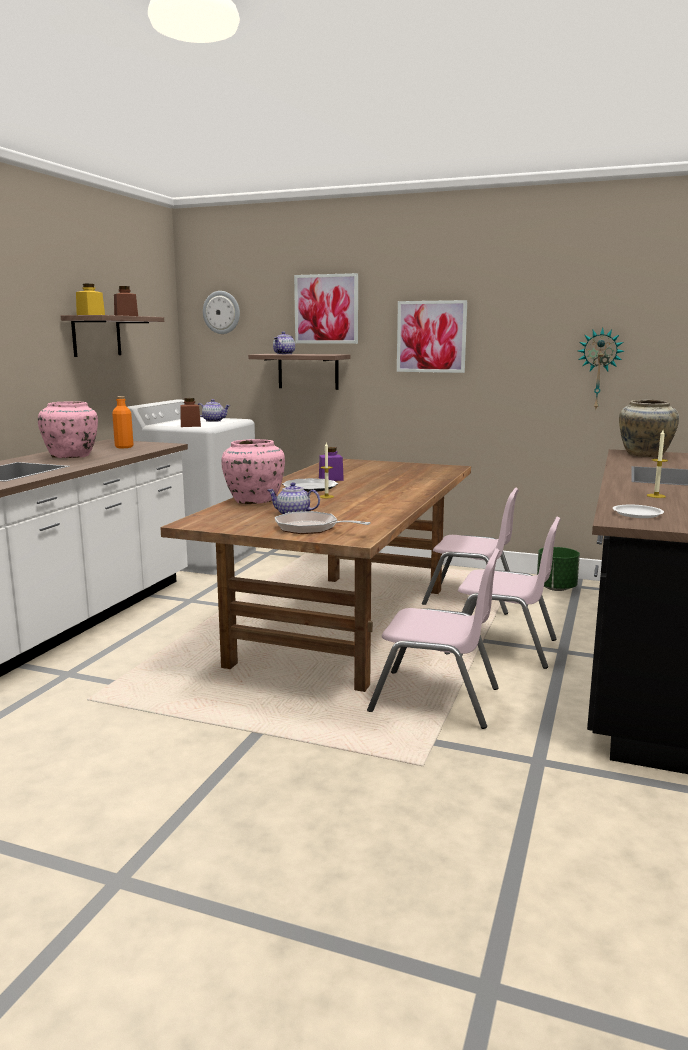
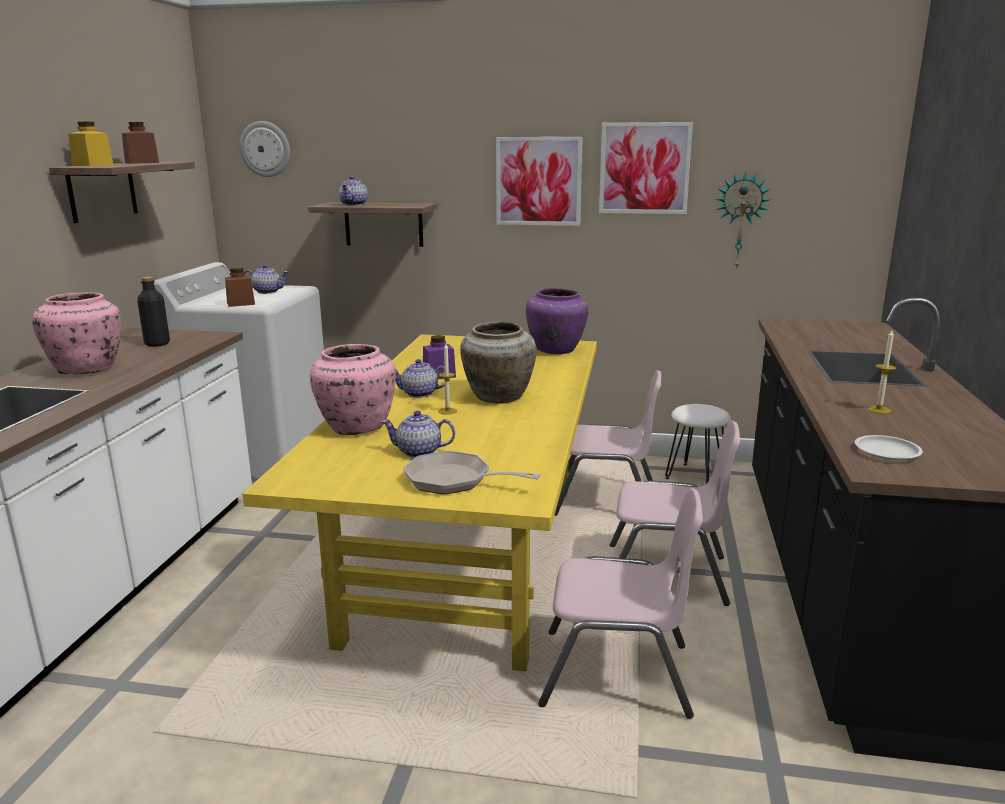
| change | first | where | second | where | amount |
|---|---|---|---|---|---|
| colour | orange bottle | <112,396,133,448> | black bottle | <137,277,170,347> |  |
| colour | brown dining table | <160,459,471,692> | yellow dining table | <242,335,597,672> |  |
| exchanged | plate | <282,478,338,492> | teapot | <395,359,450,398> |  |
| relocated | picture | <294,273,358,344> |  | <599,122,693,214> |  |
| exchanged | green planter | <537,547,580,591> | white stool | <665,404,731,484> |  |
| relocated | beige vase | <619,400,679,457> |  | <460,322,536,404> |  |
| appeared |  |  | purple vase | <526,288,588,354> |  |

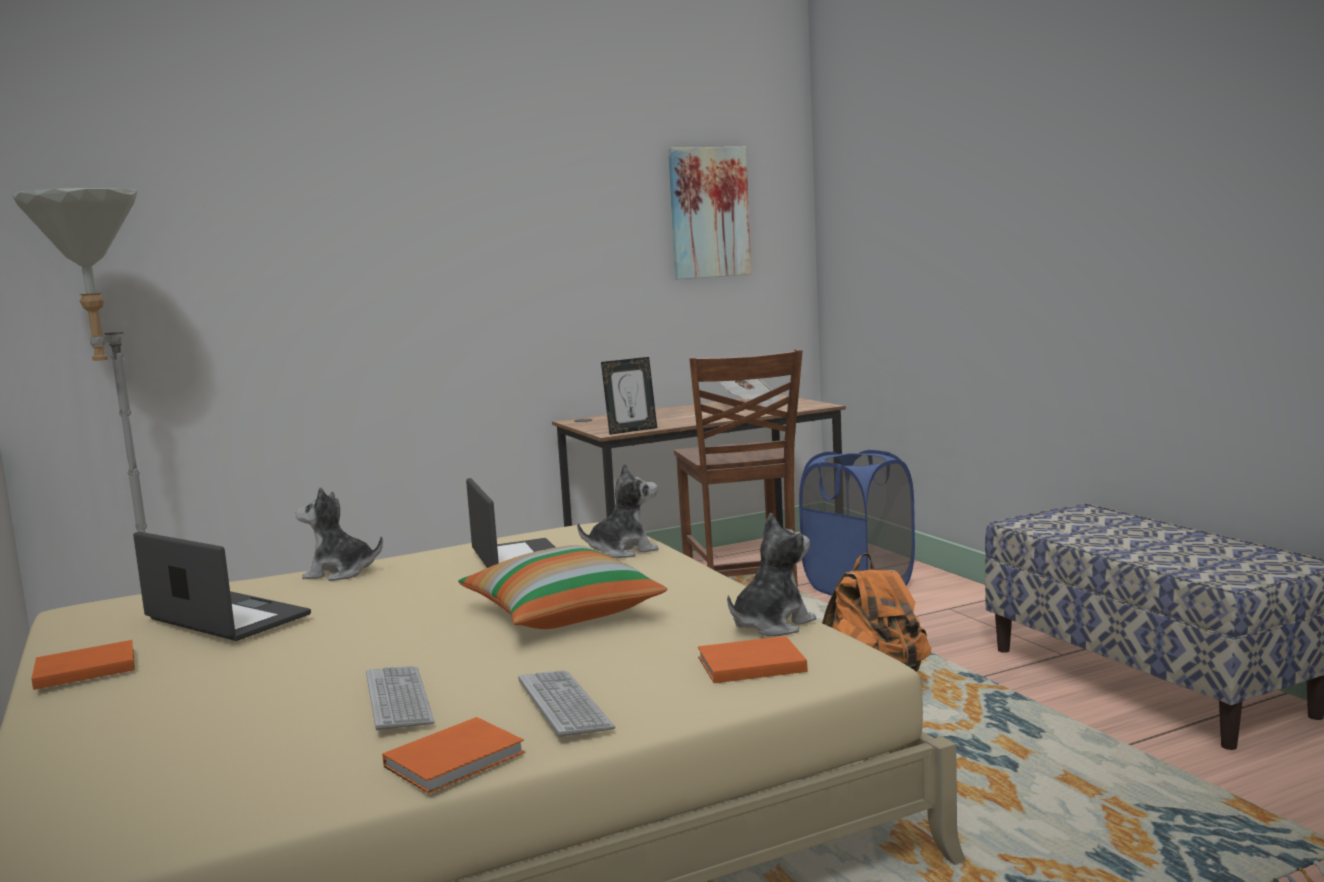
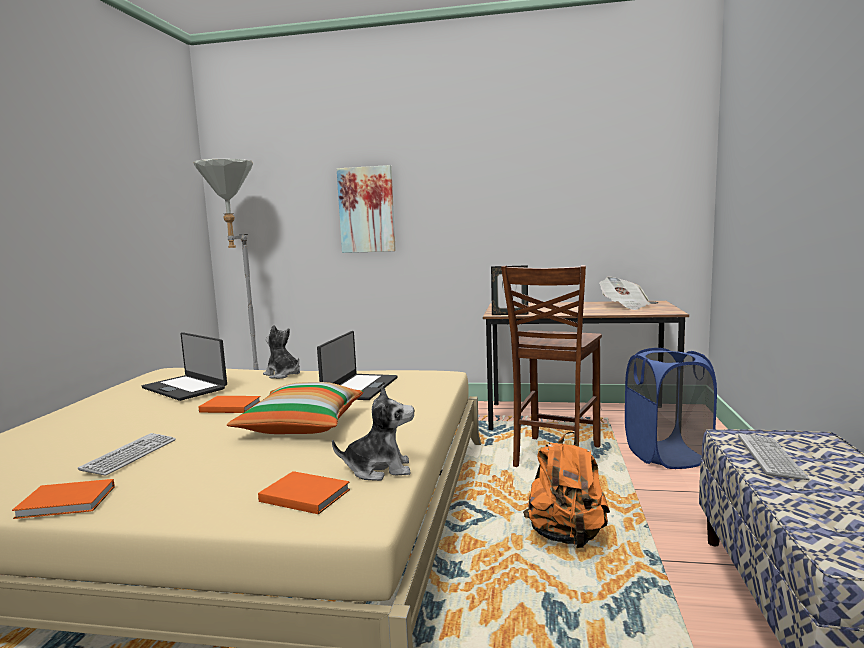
| change | first | where | second | where | amount |
|---|---|---|---|---|---|
| relocated | orange book | <31,640,135,690> |  | <199,396,260,413> |  |
| spun | laptop | <133,531,311,641> |  | <142,332,227,401> | 150 degrees clockwise |
| relocated | keyboard | <518,670,615,737> |  | <738,433,810,480> |  |
| missing | plush toy | <577,463,659,558> |  |  |  |
| relocated | picture | <668,147,751,279> |  | <337,165,396,253> |  |

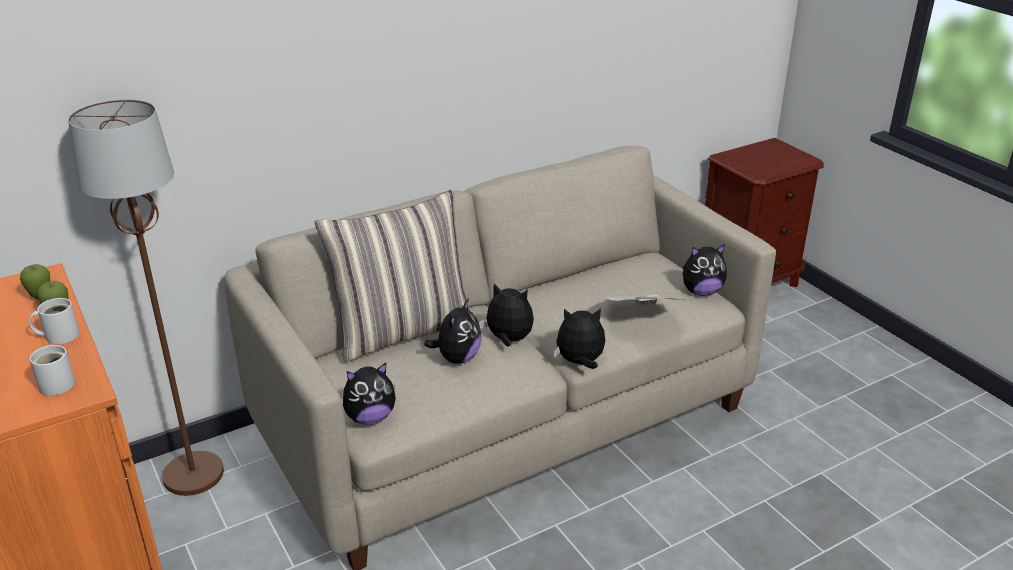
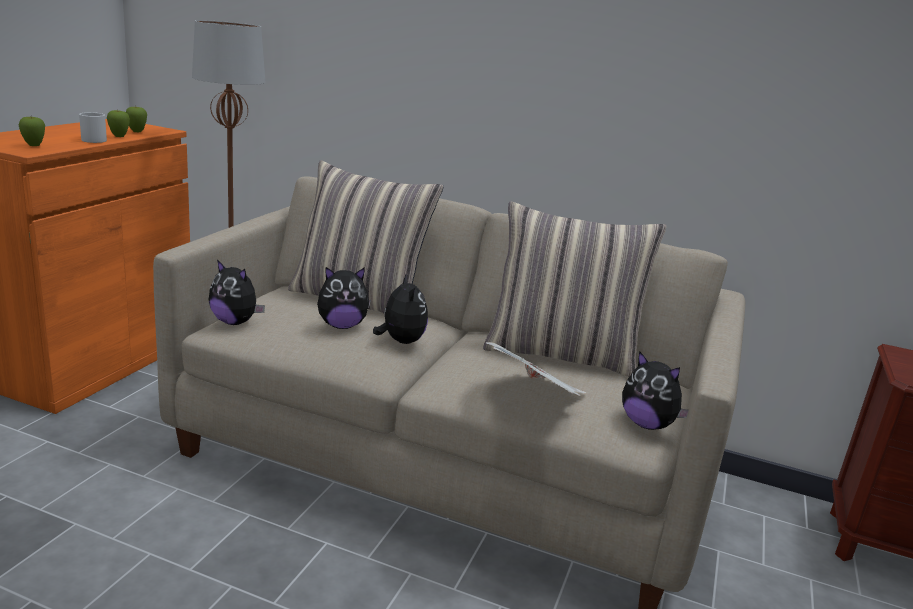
| change | first | where | second | where | amount |
|---|---|---|---|---|---|
| exchanged | white mug | <30,345,75,396> | apple | <19,117,45,146> |  |
| missing | plush toy | <553,308,605,369> |  |  |  |
| appeared |  |  | pillow | <483,201,667,377> |  |

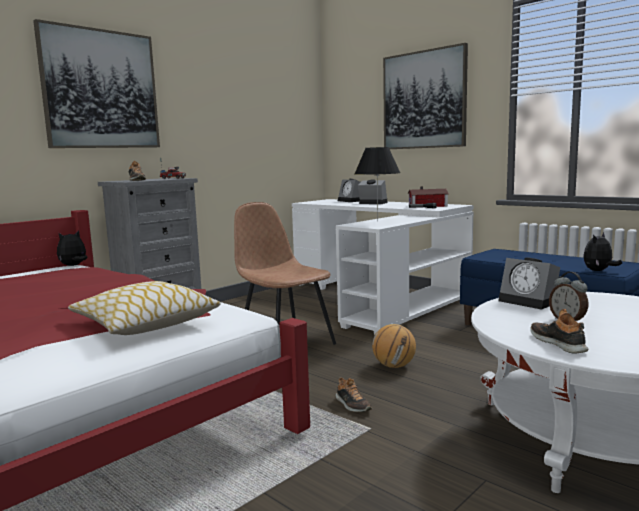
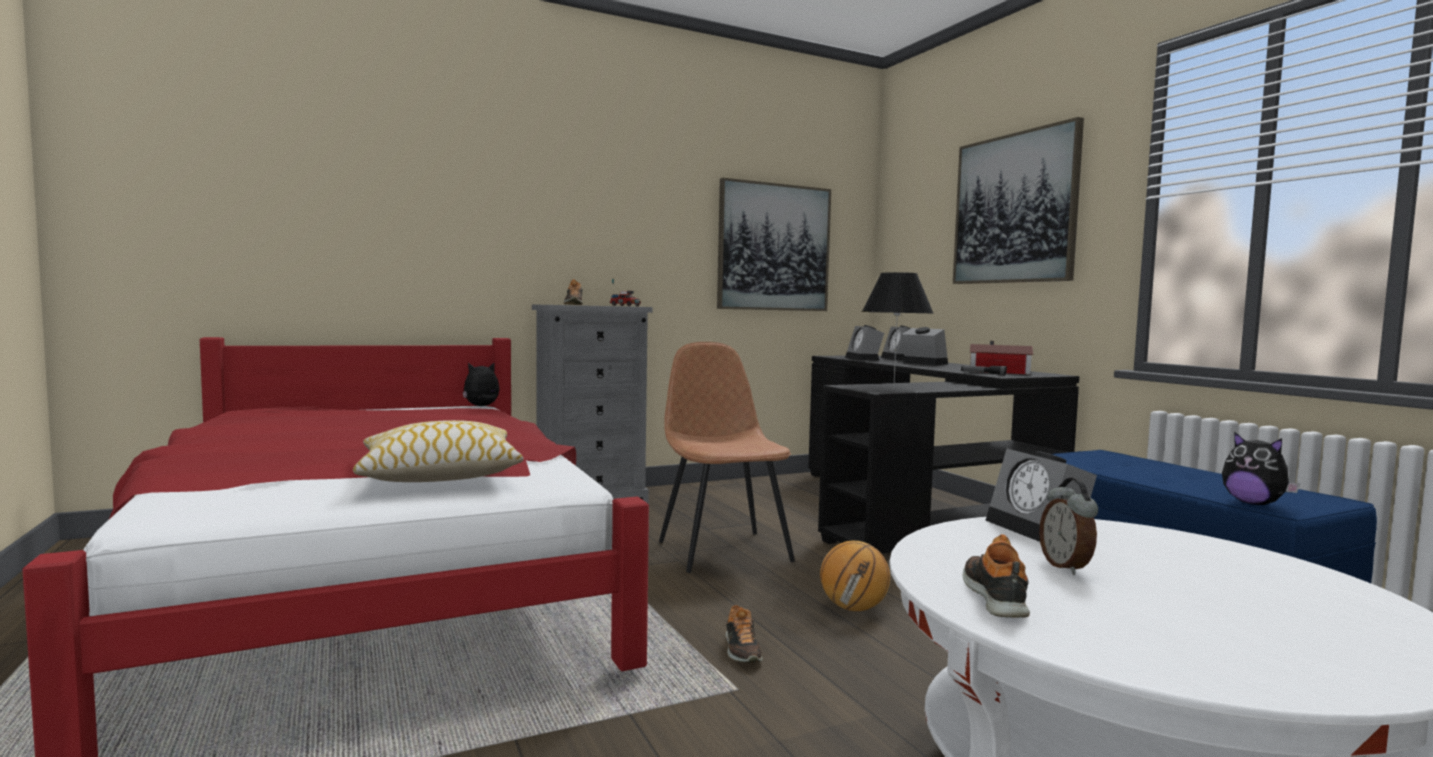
| change | first | where | second | where | amount |
|---|---|---|---|---|---|
| relocated | picture | <33,19,160,148> |  | <717,178,831,311> |  |
| colour | white desk | <292,199,474,336> | black desk | <808,355,1079,554> |  |
| spun | plush toy | <583,232,622,271> |  | <1222,432,1300,505> | 105 degrees counterclockwise |
| appeared |  |  | alarm clock | <845,325,884,360> |  |

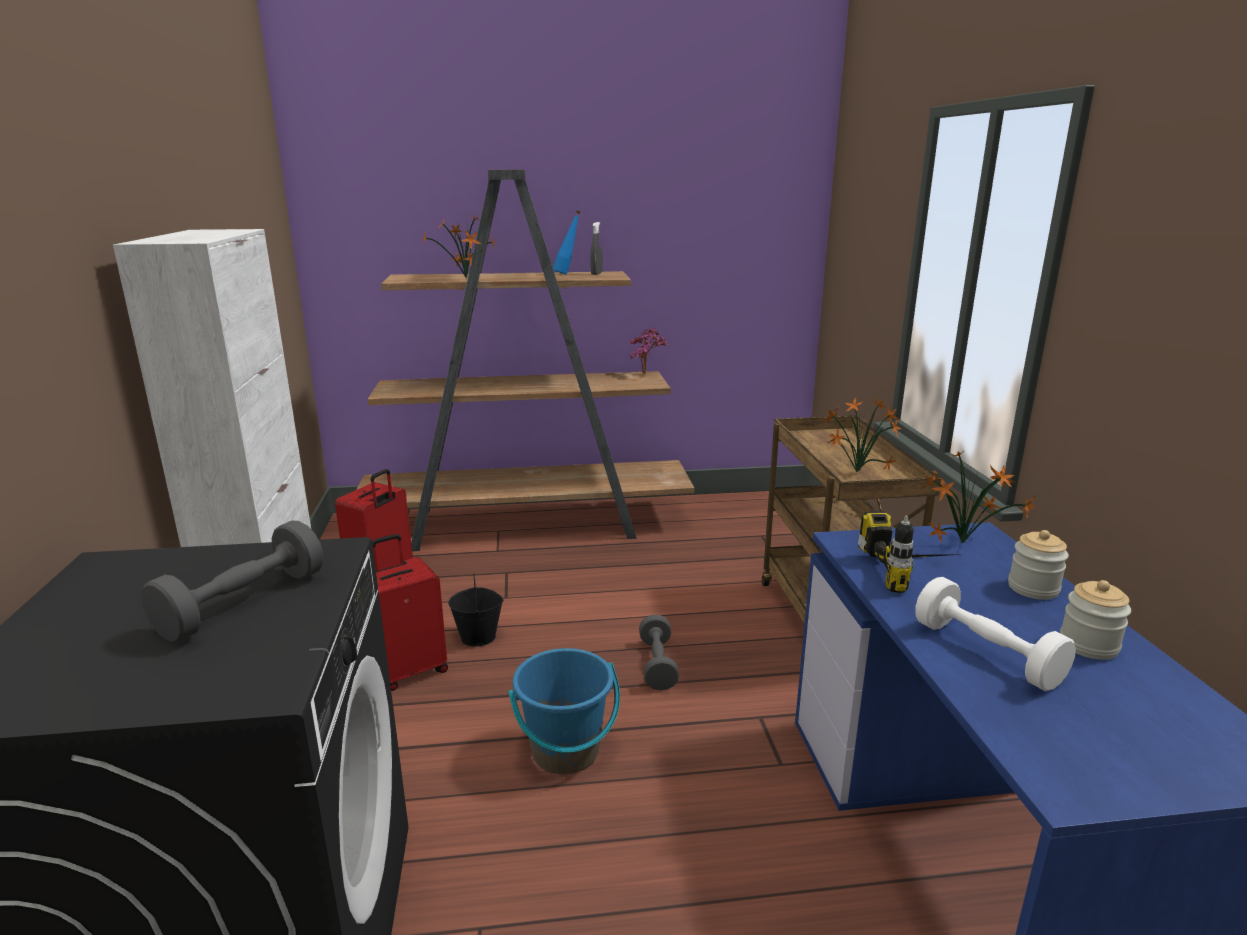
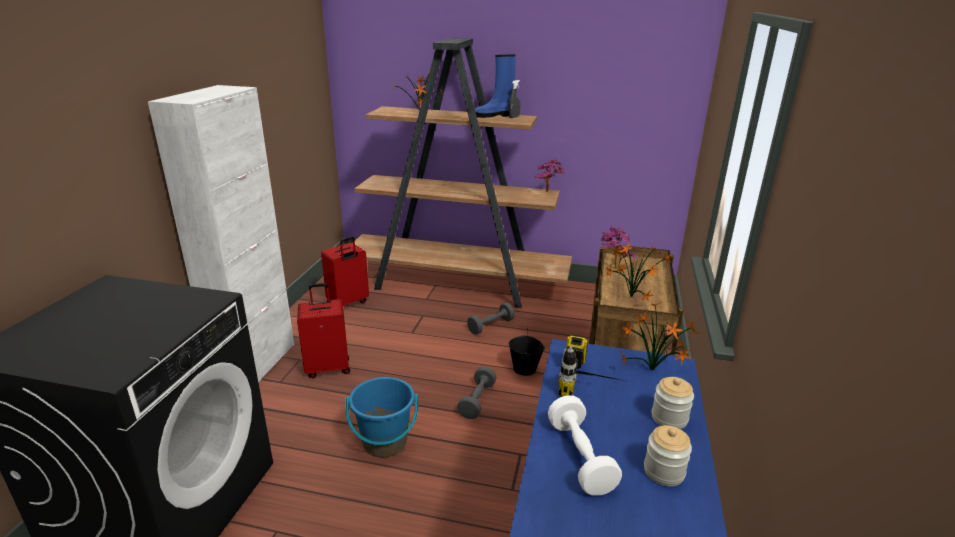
| change | first | where | second | where | amount |
|---|---|---|---|---|---|
| relocated | grey dumbbell | <141,520,323,643> |  | <467,302,515,335> |  |
| relocated | black bucket | <448,573,504,646> |  | <509,327,545,376> |  |
| exchanged | blue bottle | <553,210,580,275> | blue boot | <475,54,516,118> |  |
| appeared |  |  | potted plant | <600,226,636,269> |  |

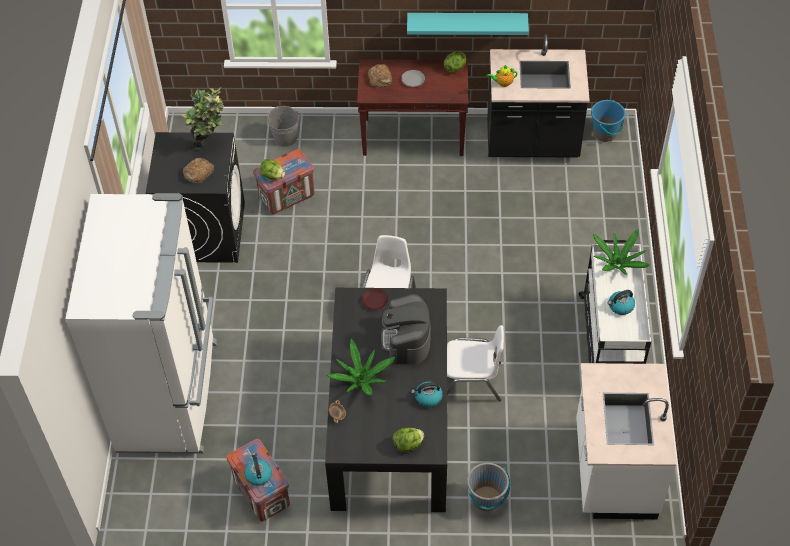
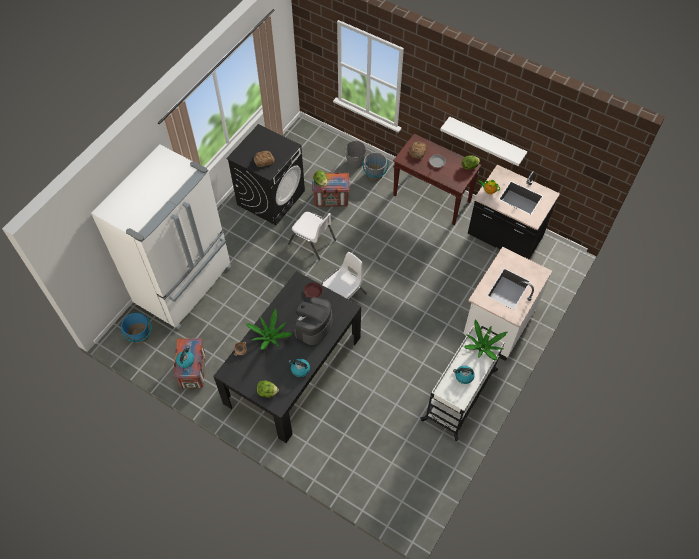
| change | first | where | second | where | amount |
|---|---|---|---|---|---|
| missing | potted plant | <182,87,224,151> |  |  |  |
| colour | turquoise shelf | <407,13,529,35> | white shelf | <440,116,527,166> |  |
| relocated | white chair | <447,325,504,402> |  | <288,212,336,260> |  |
| relocated | grey bucket | <467,463,510,511> |  | <362,152,389,181> |  |
| relocated | white counter | <576,363,677,519> |  | <463,247,552,361> |  |
| relocated | blue bucket | <591,100,625,142> |  | <121,313,152,343> |  |

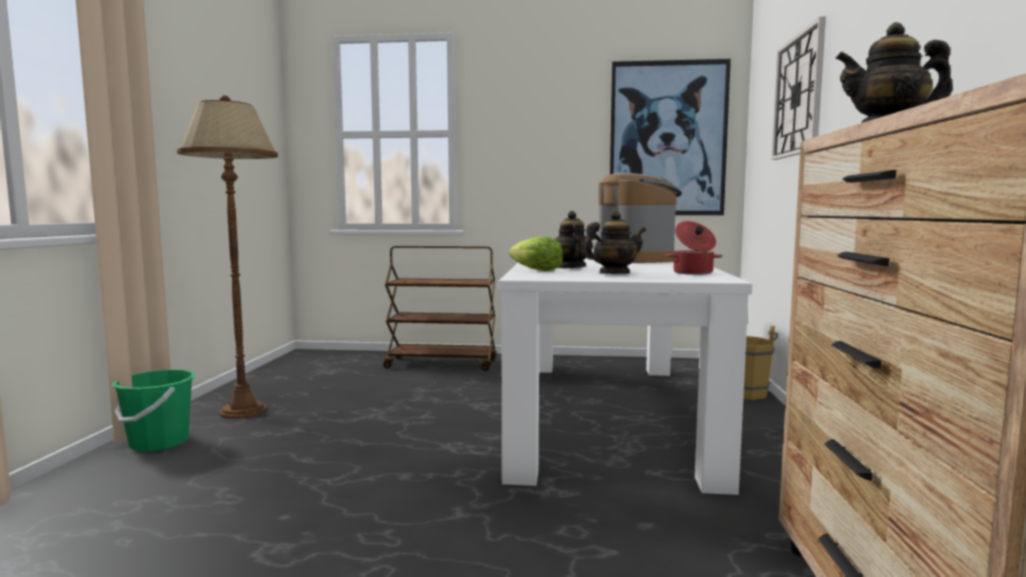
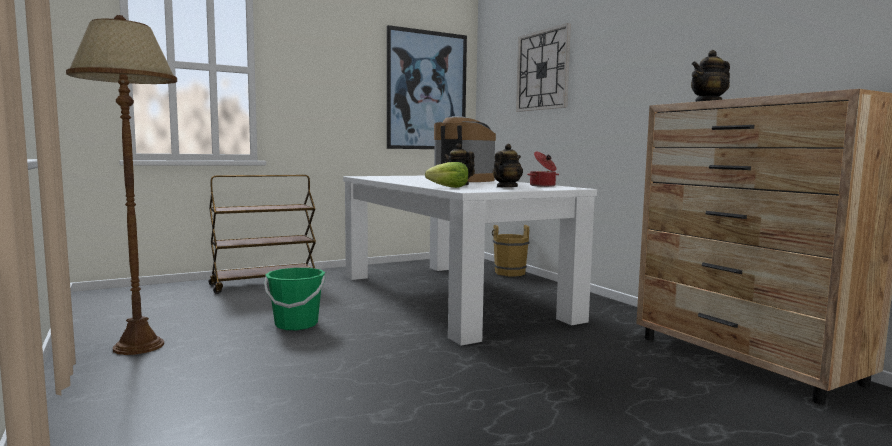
| change | first | where | second | where | amount |
|---|---|---|---|---|---|
| relocated | green bucket | <111,369,195,452> |  | <264,268,325,330> |  |

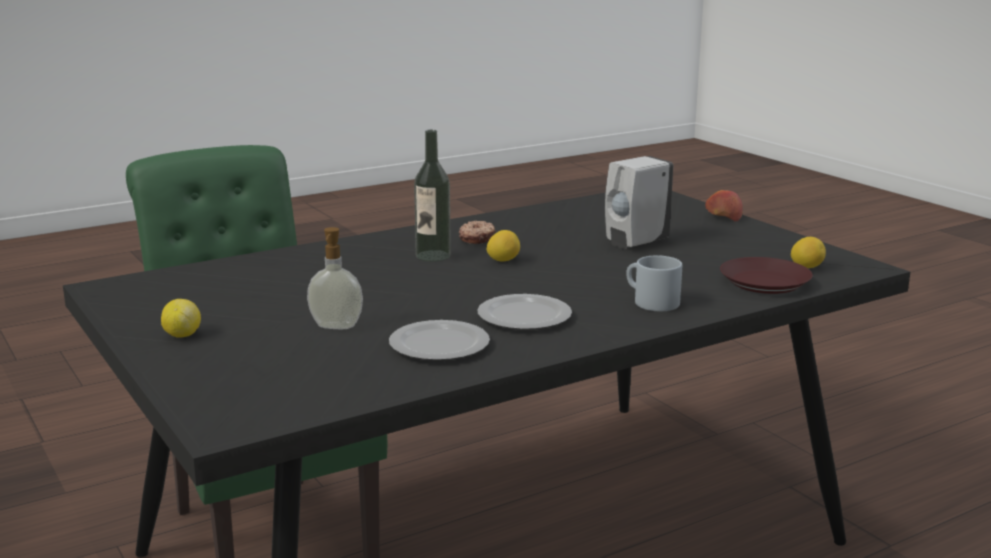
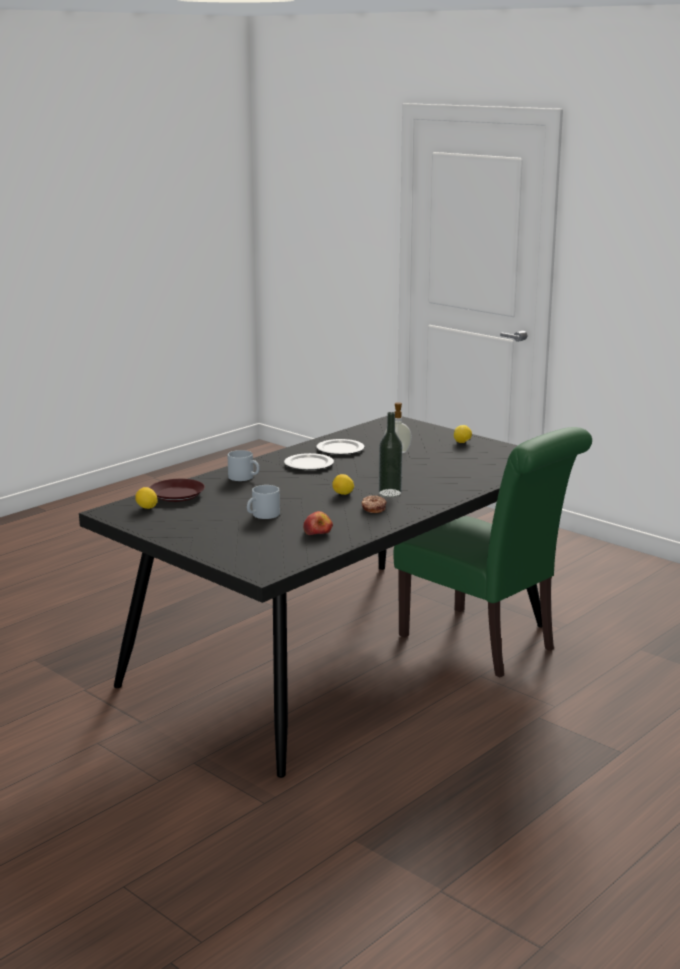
| change | first | where | second | where | amount |
|---|---|---|---|---|---|
| exchanged | white soap dispenser | <605,156,673,249> | grey mug | <247,485,280,519> |  |
| relocated | apple | <705,190,743,221> |  | <303,511,333,535> |  |

